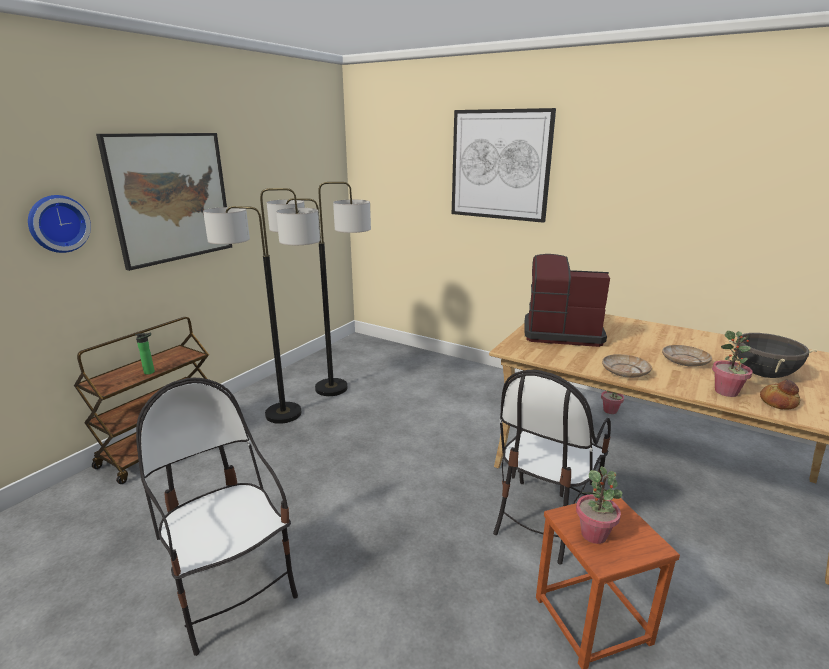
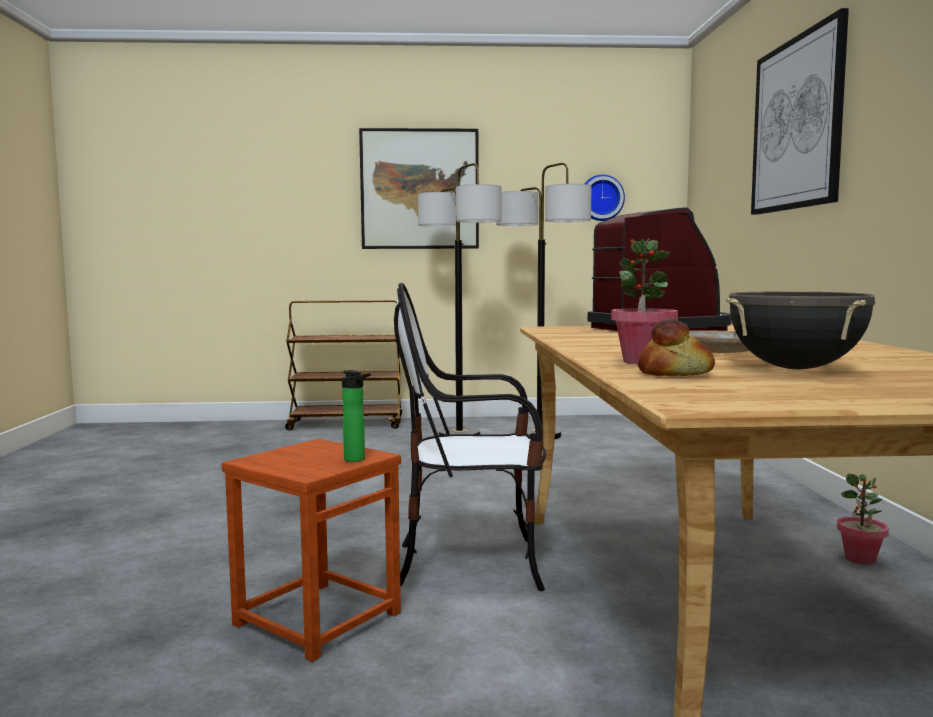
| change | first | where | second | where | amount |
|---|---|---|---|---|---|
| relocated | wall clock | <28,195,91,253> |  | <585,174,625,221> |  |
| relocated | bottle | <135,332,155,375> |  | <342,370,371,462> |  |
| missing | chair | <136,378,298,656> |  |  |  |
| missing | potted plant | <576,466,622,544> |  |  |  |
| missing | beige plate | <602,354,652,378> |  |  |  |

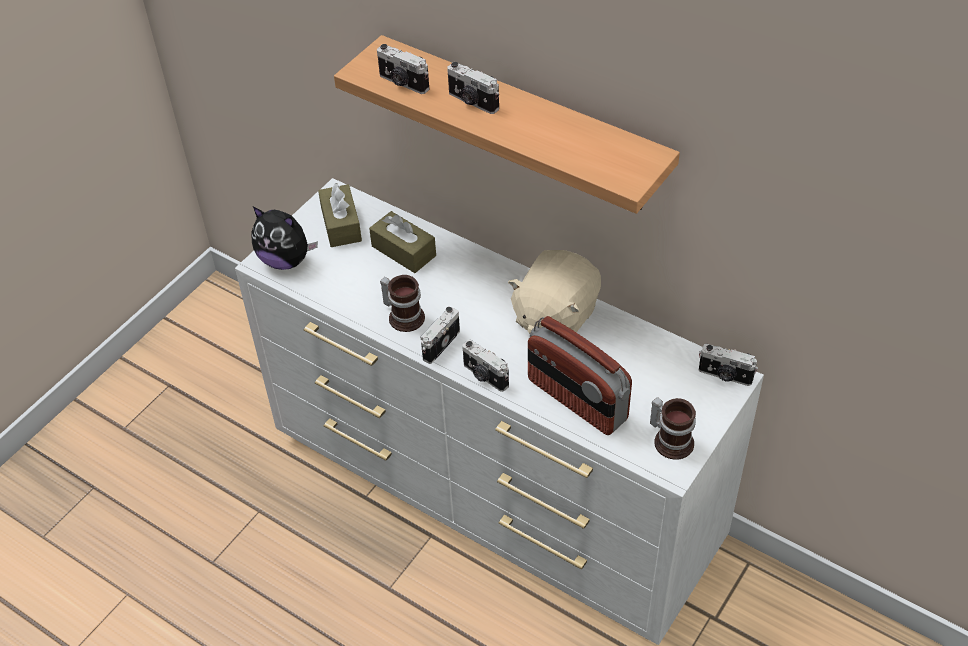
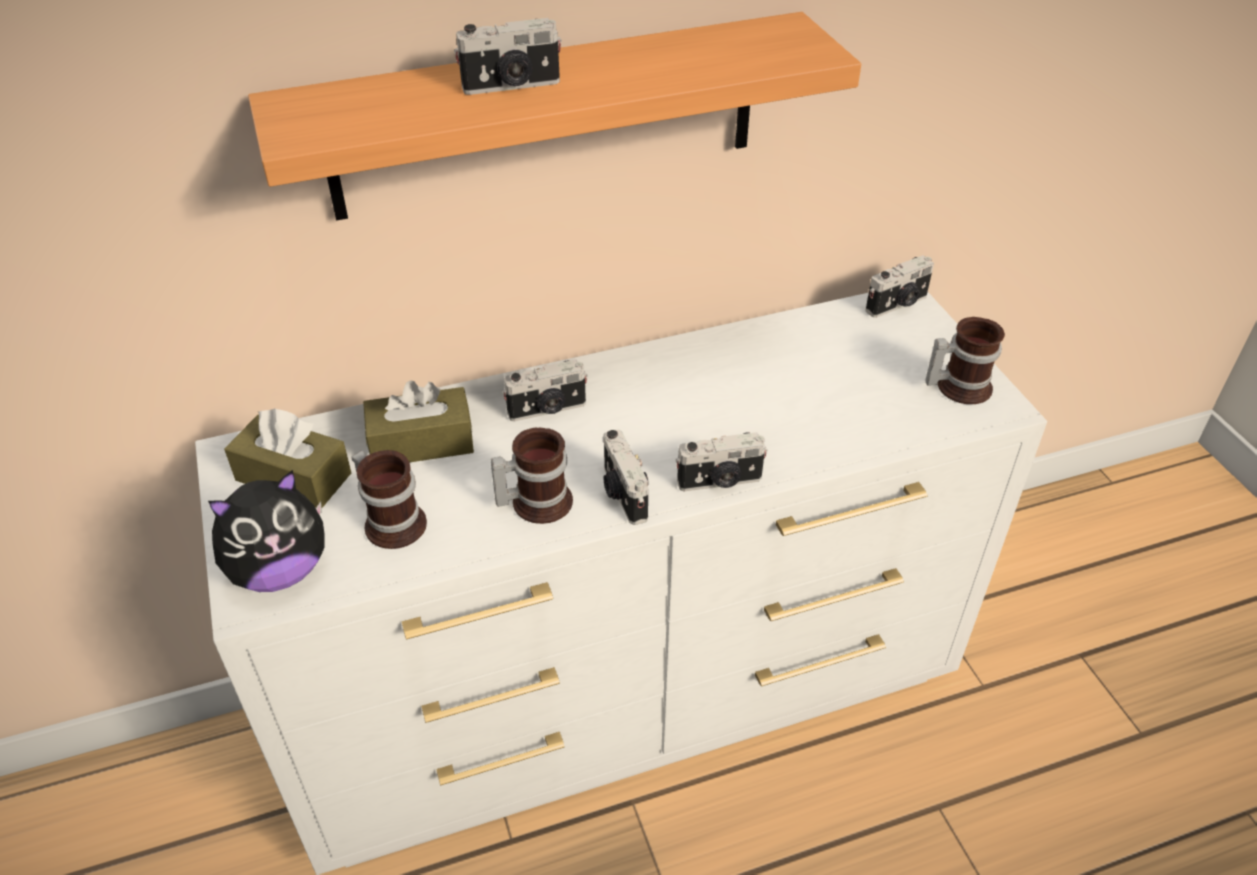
| change | first | where | second | where | amount |
|---|---|---|---|---|---|
| relocated | photo camera | <377,44,429,94> |  | <502,360,588,421> |  |
| missing | beige plush toy | <508,250,601,334> |  |  |  |
| missing | radio | <528,316,632,435> |  |  |  |
| appeared |  |  | mug | <351,450,427,549> |  |

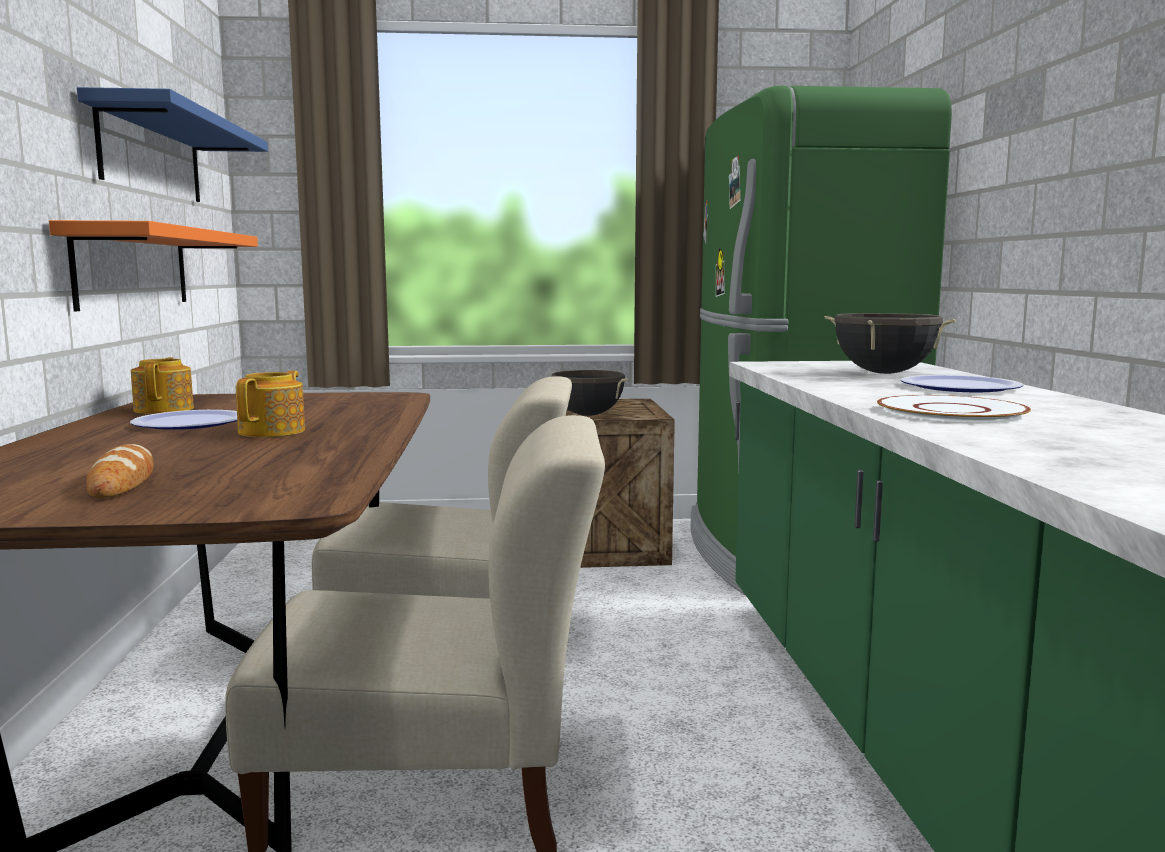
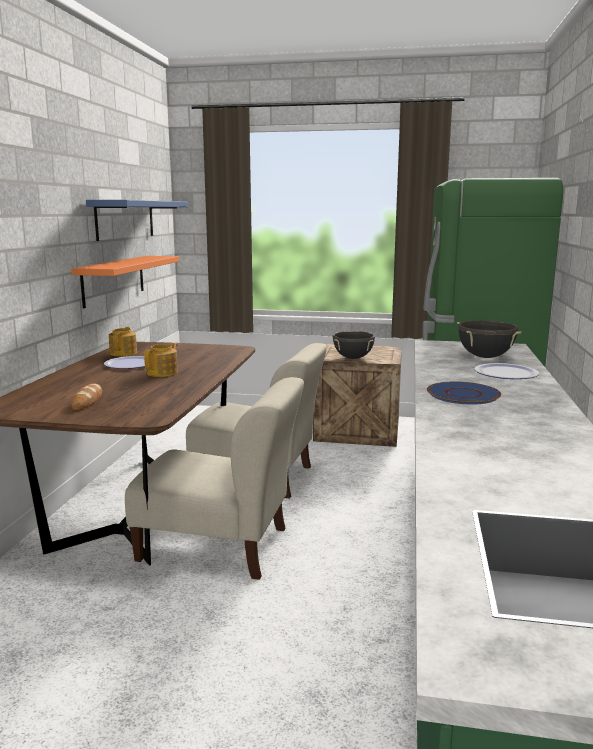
| change | first | where | second | where | amount |
|---|---|---|---|---|---|
| colour | white plate | <877,395,1031,423> | blue plate | <427,382,501,405> |  |

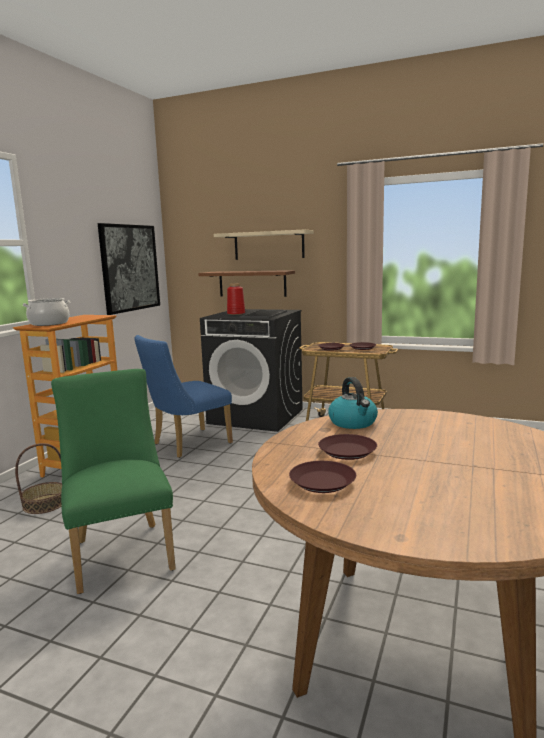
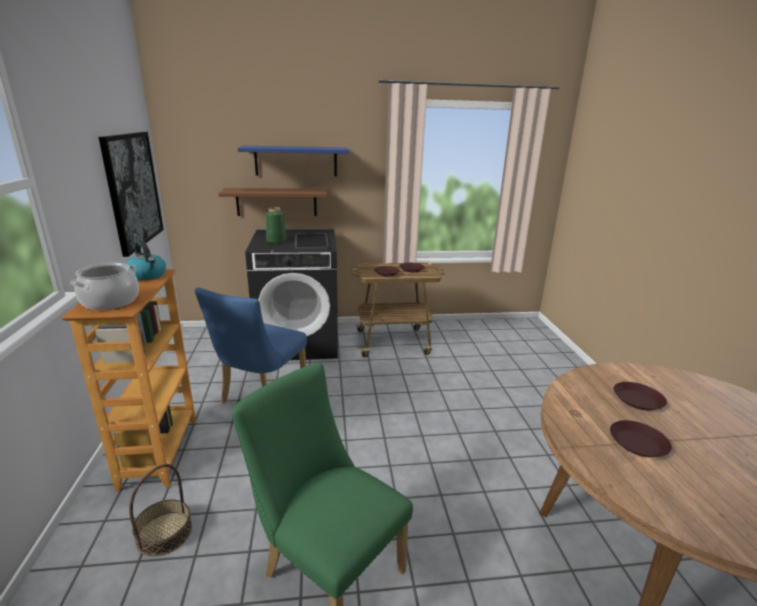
| change | first | where | second | where | amount |
|---|---|---|---|---|---|
| colour | beige shelf | <214,230,314,260> | blue shelf | <238,146,349,176> |  |
| colour | red vase | <227,283,245,315> | green vase | <266,207,287,243> |  |
| relocated | brown plate | <289,461,356,493> |  | <614,382,667,410> |  |
| relocated | kettle | <328,377,378,429> |  | <125,240,166,281> |  |

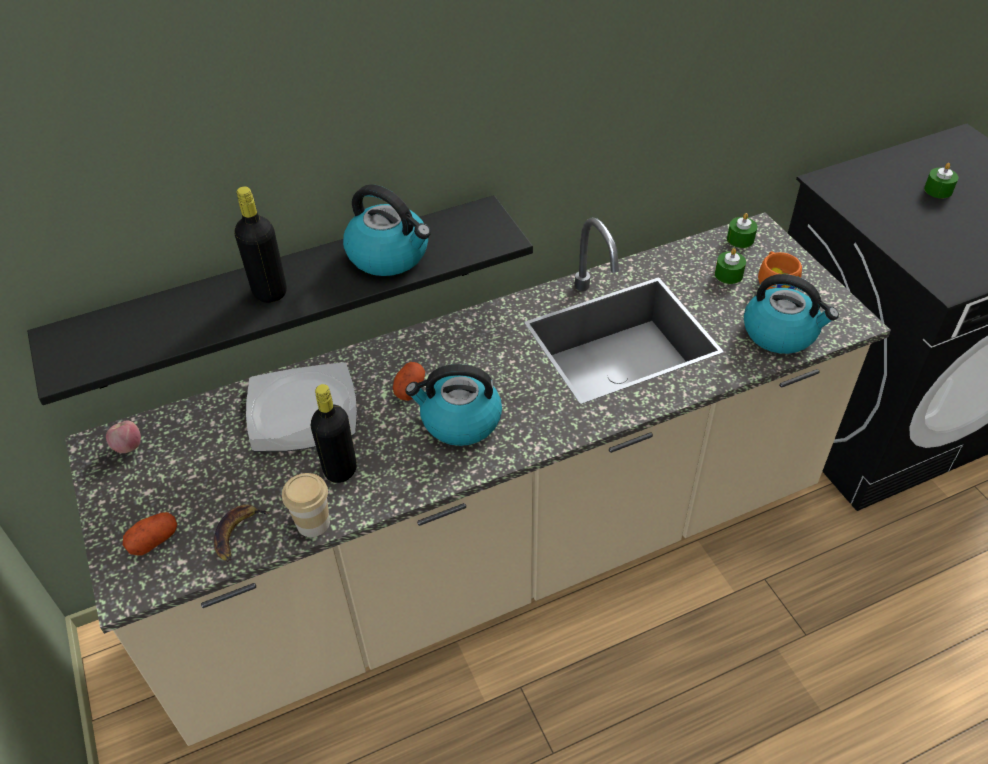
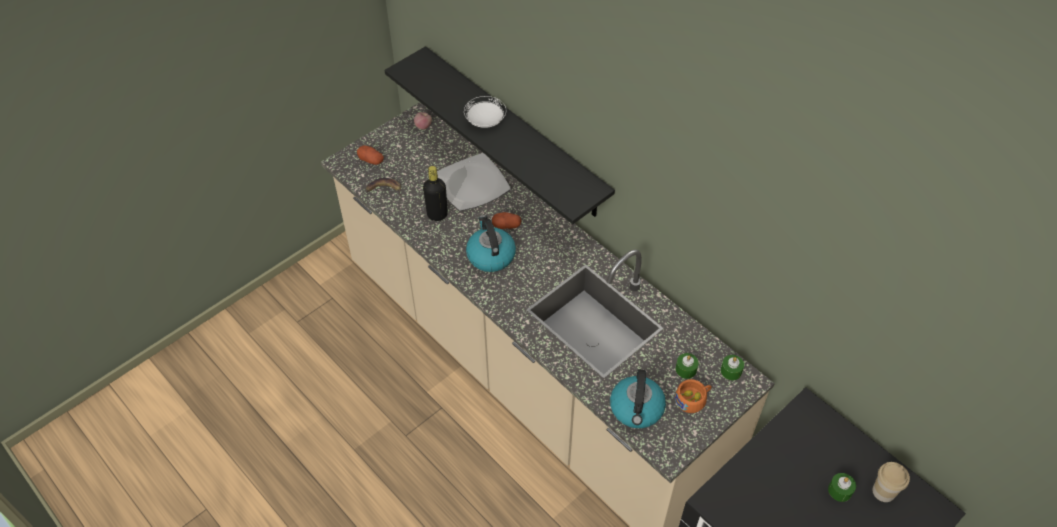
| change | first | where | second | where | amount |
|---|---|---|---|---|---|
| exchanged | black bottle | <235,186,287,303> | white plate | <464,96,506,128> |  |
| relocated | cup | <282,473,330,537> |  | <872,462,910,502> |  |
| missing | kettle | <343,184,431,276> |  |  |  |

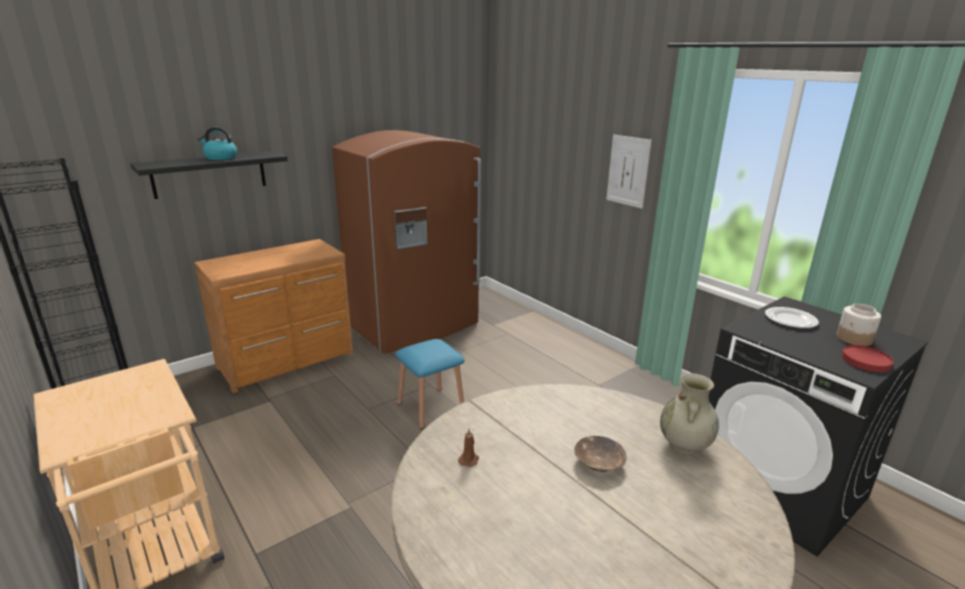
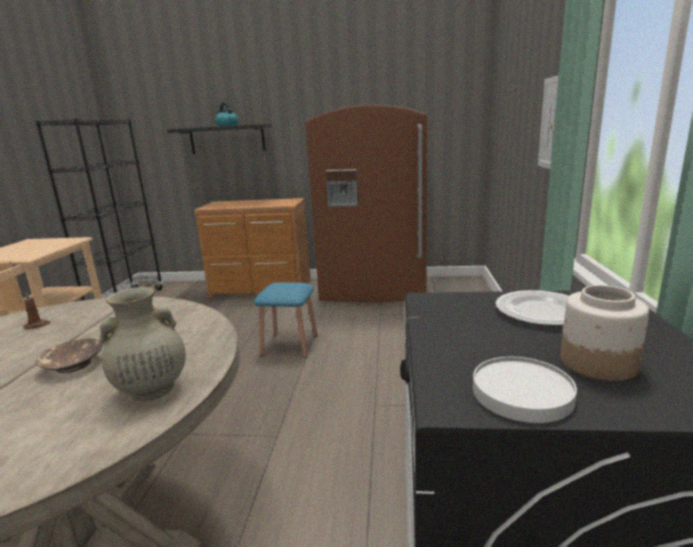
| change | first | where | second | where | amount |
|---|---|---|---|---|---|
| colour | red plate | <841,345,894,372> | white plate | <473,357,577,423> |  |

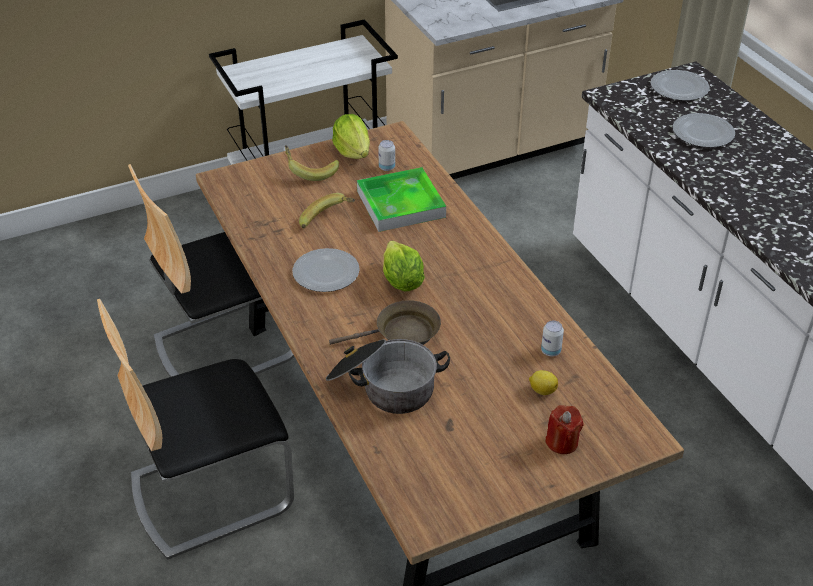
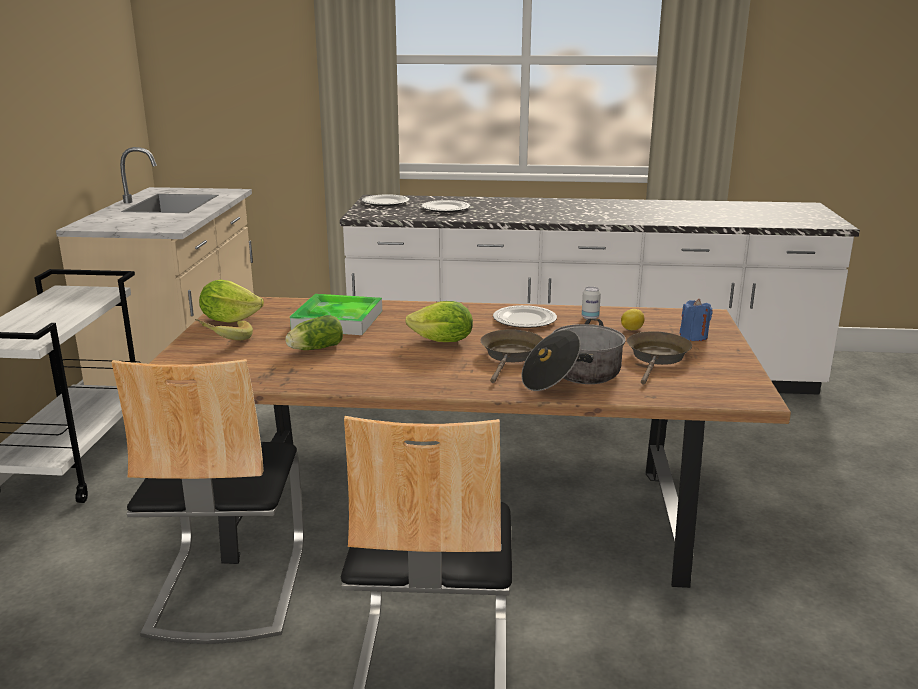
| change | first | where | second | where | amount |
|---|---|---|---|---|---|
| relocated | plate | <292,248,360,292> |  | <493,305,557,328> |  |
| exchanged | banana | <299,193,355,228> | lettuce | <285,315,343,350> |  |
| missing | can | <378,140,395,171> |  |  |  |
| colour | red candle | <545,405,583,454> | blue candle | <680,299,713,341> |  |
| appeared |  |  | brown frying pan | <627,331,692,384> |  |

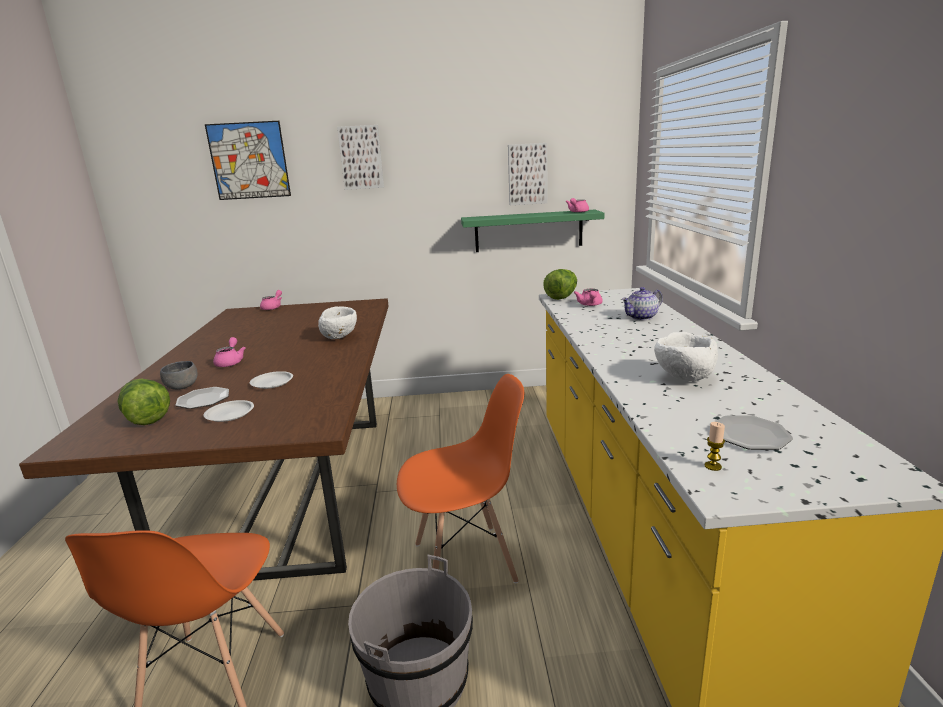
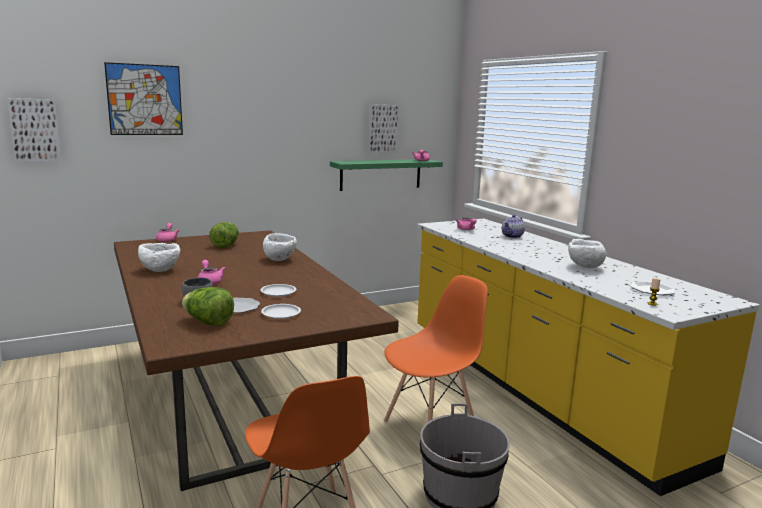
| change | first | where | second | where | amount |
|---|---|---|---|---|---|
| relocated | picture | <337,125,384,190> |  | <7,98,62,162> |  |
| relocated | lettuce | <543,269,577,300> |  | <209,222,239,248> |  |
| appeared |  |  | white bowl | <138,243,180,272> |  |

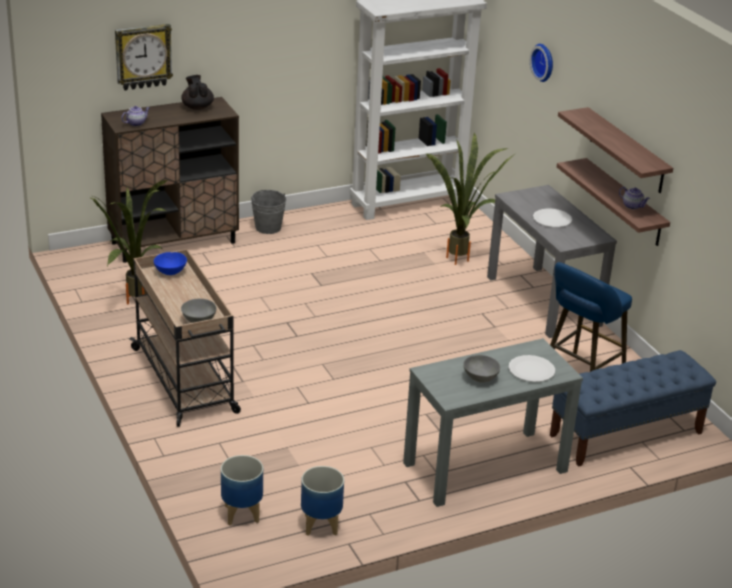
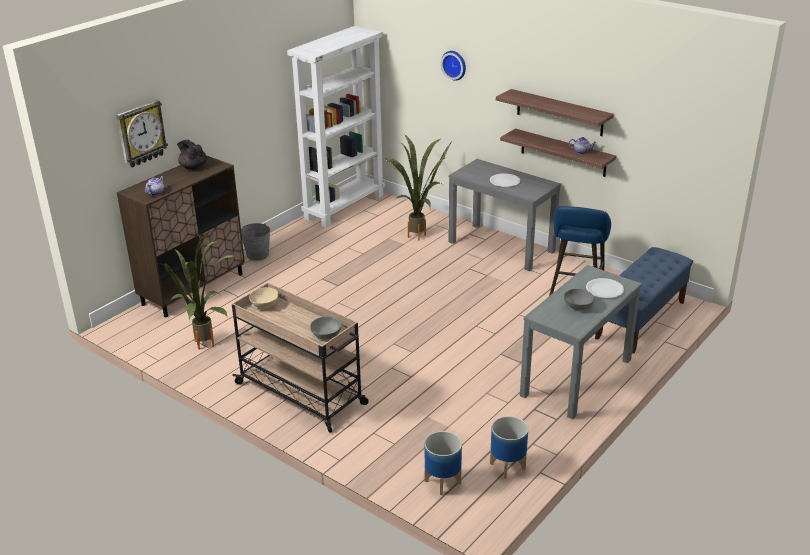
| change | first | where | second | where | amount |
|---|---|---|---|---|---|
| colour | blue bowl | <154,252,187,275> | beige bowl | <249,287,279,309> |  |

